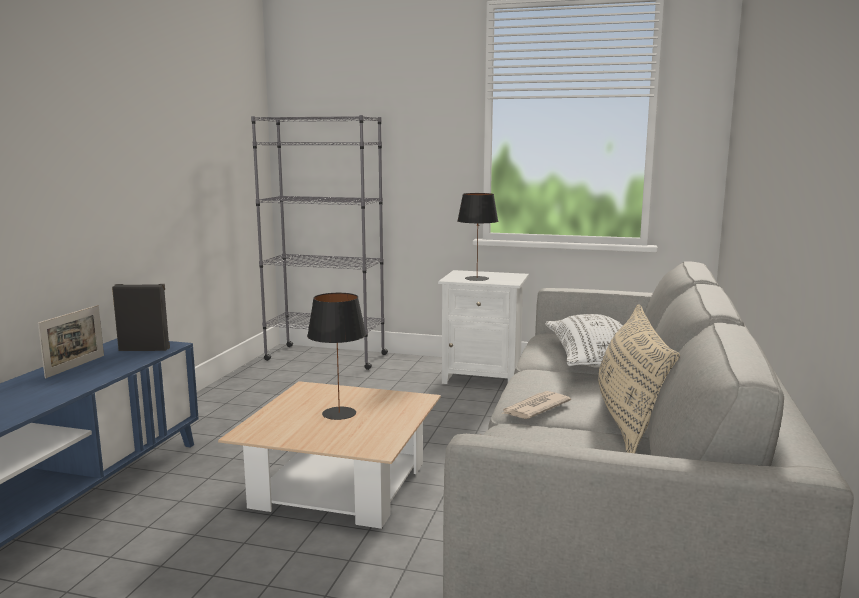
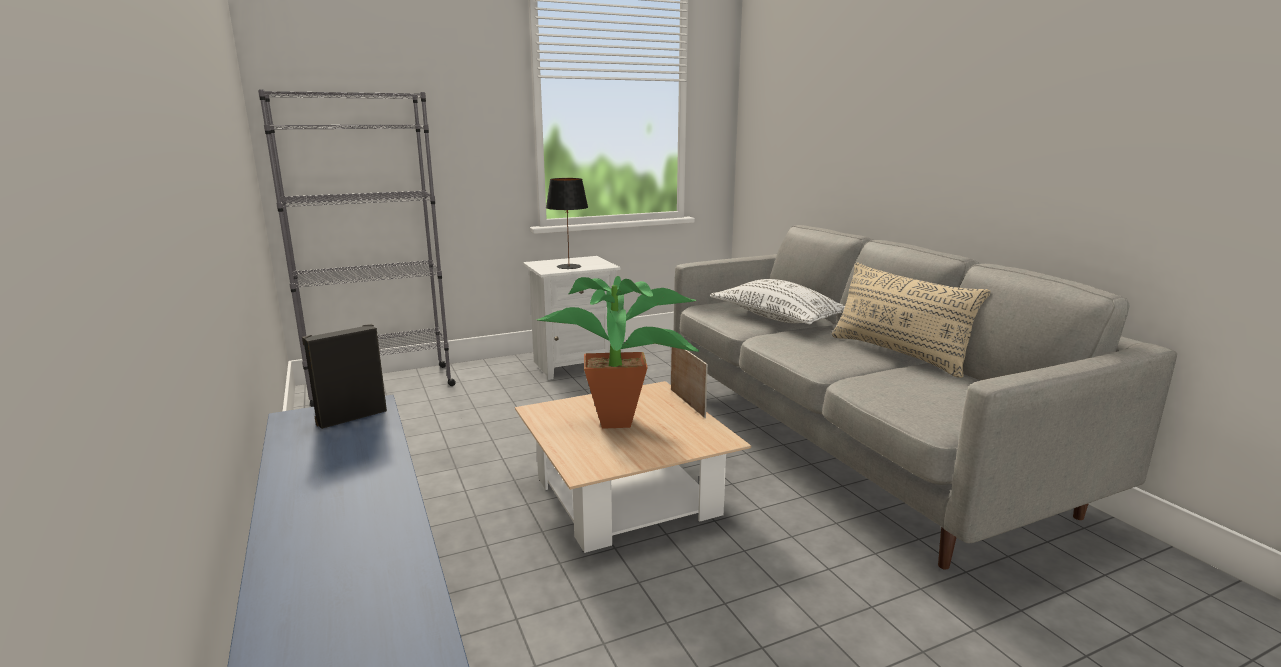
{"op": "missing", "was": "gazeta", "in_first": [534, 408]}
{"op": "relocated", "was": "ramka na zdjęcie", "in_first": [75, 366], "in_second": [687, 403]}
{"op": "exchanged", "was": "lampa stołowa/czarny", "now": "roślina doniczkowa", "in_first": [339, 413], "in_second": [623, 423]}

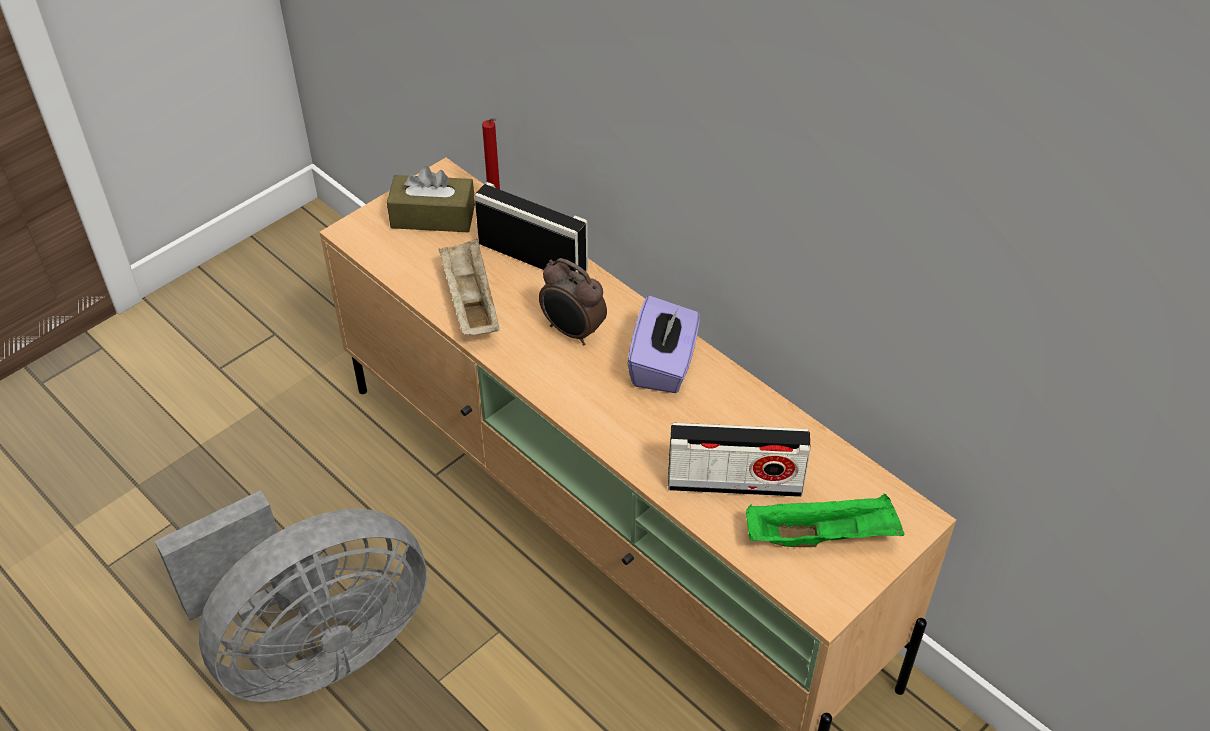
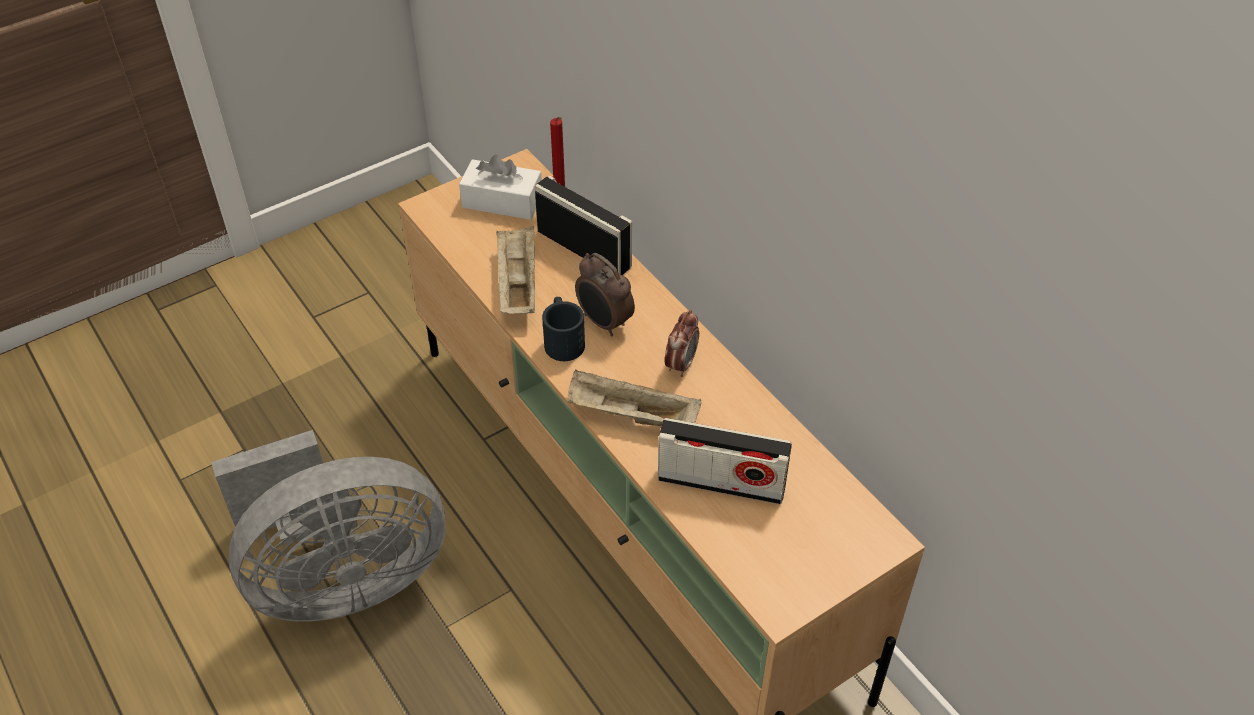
{"op": "missing", "was": "taca/zielony", "in_first": [822, 536]}
{"op": "appeared", "now": "kubek/czarny", "in_second": [563, 339]}
{"op": "appeared", "now": "taca/beżowy", "in_second": [630, 415]}
{"op": "exchanged", "was": "pudełko chusteczek/fioletowy", "now": "budzik", "in_first": [663, 365], "in_second": [681, 364]}
{"op": "colour", "was": "pudełko chusteczek/brązowy", "now": "pudełko chusteczek/biały", "in_first": [433, 216], "in_second": [502, 201]}

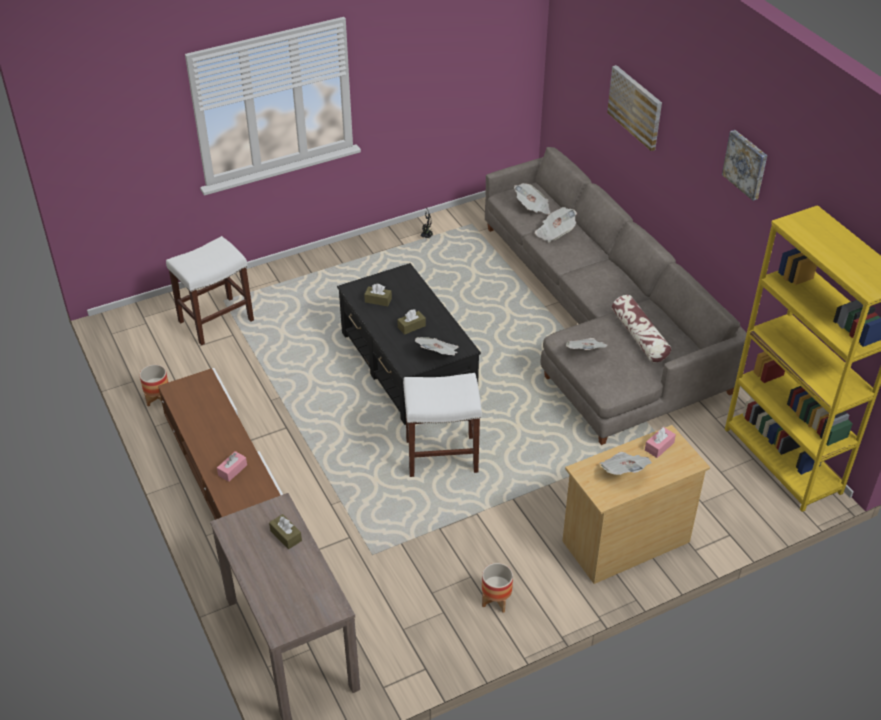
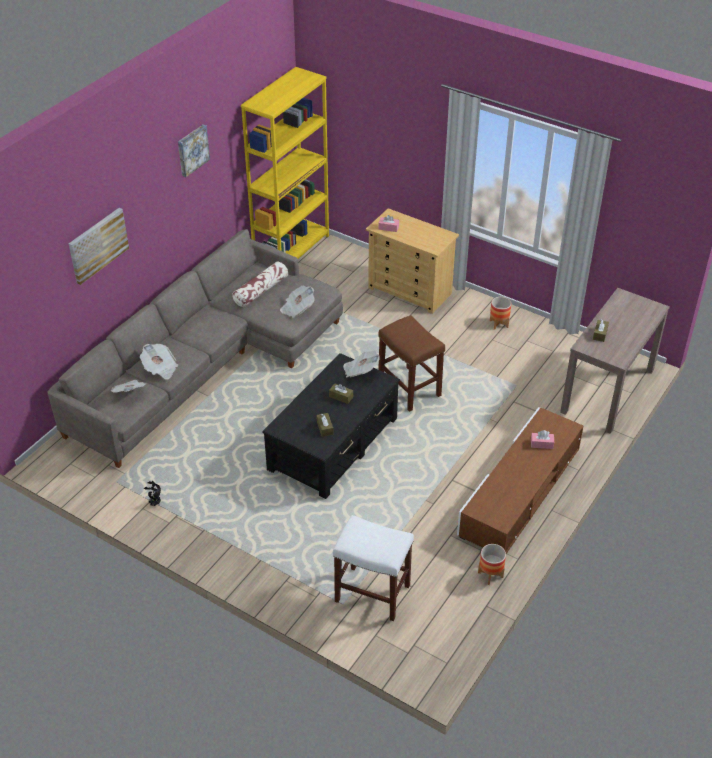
{"op": "missing", "was": "gazeta", "in_first": [623, 472]}
{"op": "colour", "was": "stołek/biały", "now": "stołek/brązowy", "in_first": [440, 456], "in_second": [410, 389]}

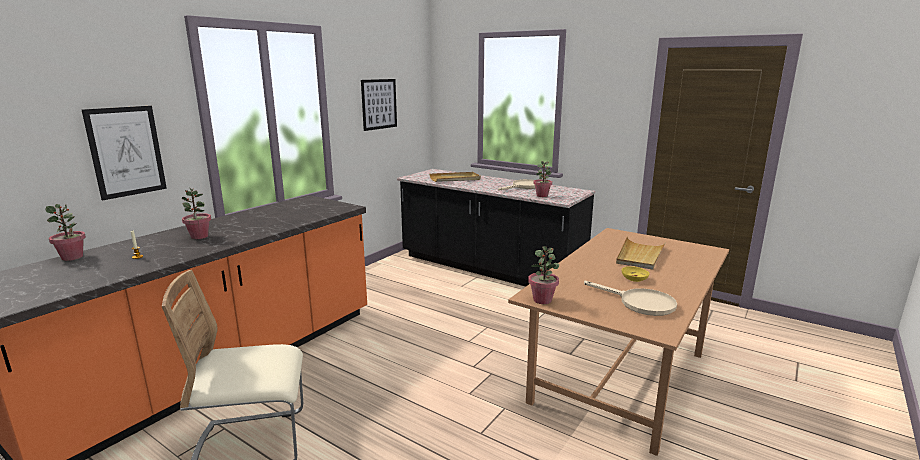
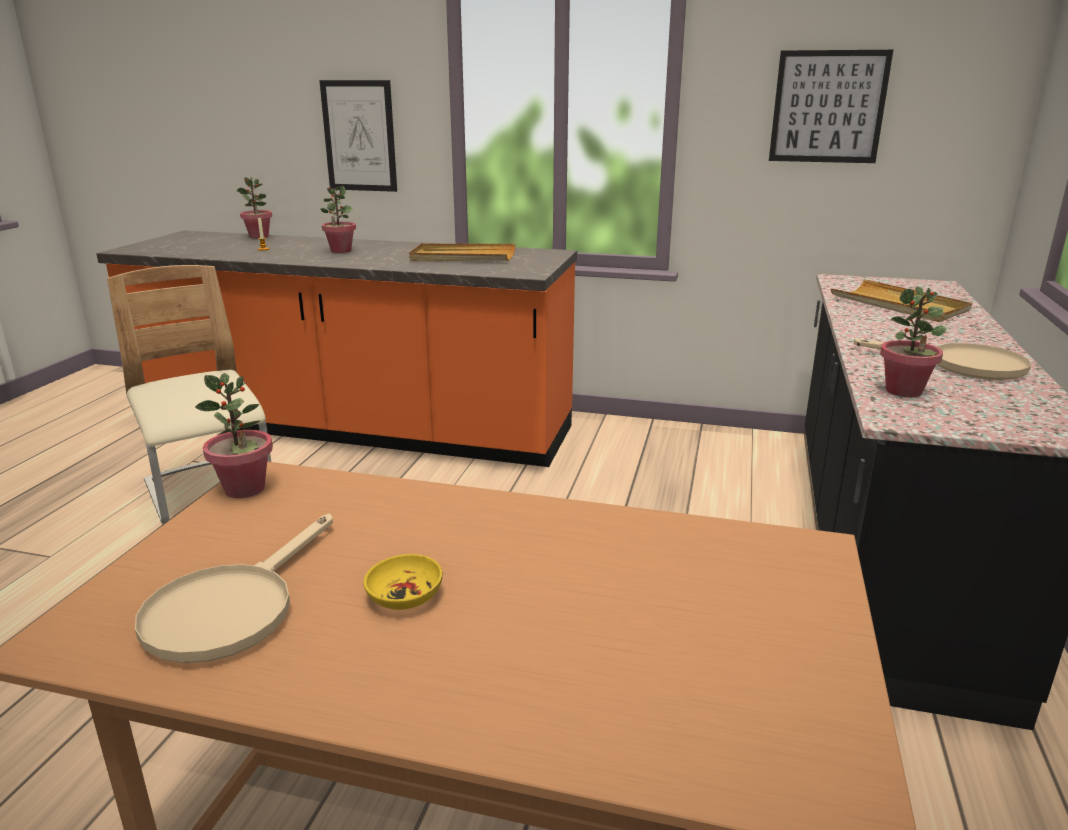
{"op": "relocated", "was": "taca/beżowy", "in_first": [640, 255], "in_second": [462, 257]}

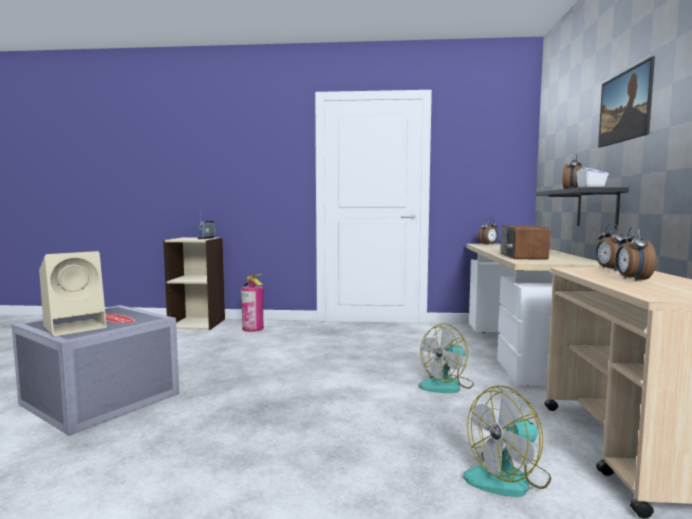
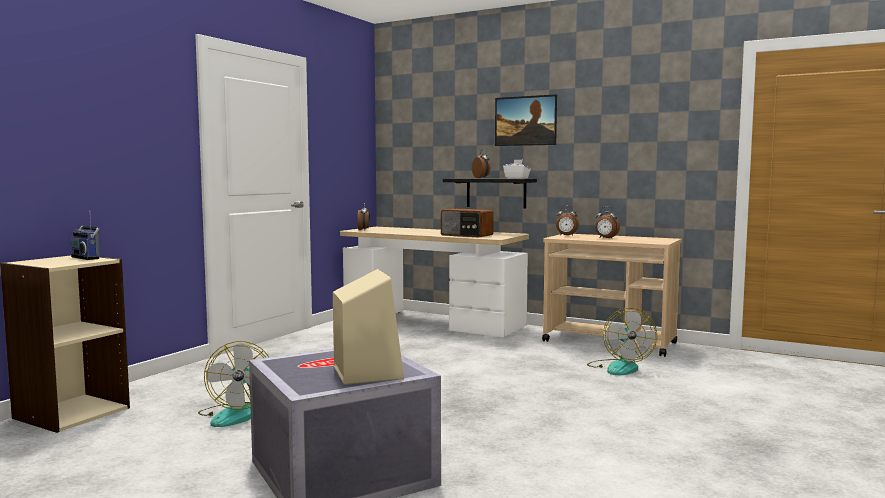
{"op": "missing", "was": "gaśnica", "in_first": [253, 328]}
{"op": "relocated", "was": "wentylator", "in_first": [447, 385], "in_second": [235, 414]}

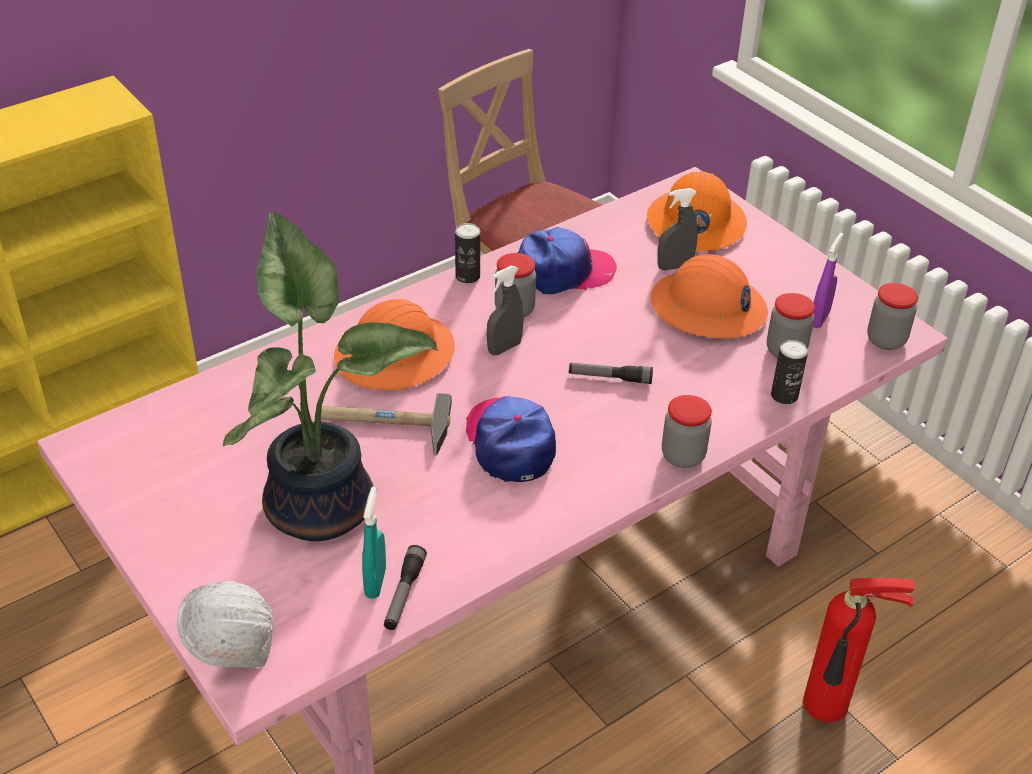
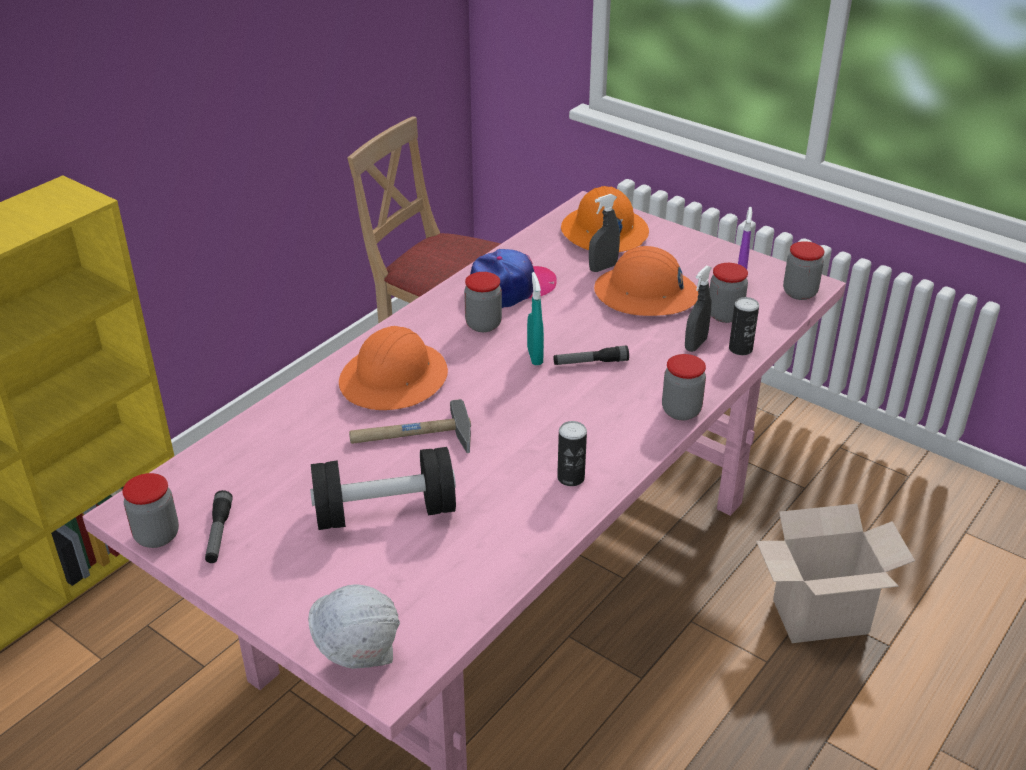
{"op": "missing", "was": "czapka z daszkiem", "in_first": [510, 442]}
{"op": "appeared", "now": "słoik", "in_second": [157, 536]}
{"op": "relocated", "was": "spryskiwacz/turkusowy", "in_first": [375, 582], "in_second": [535, 356]}
{"op": "relocated", "was": "latarka", "in_first": [404, 594], "in_second": [219, 533]}
{"op": "relocated", "was": "puszka", "in_first": [467, 276], "in_second": [571, 477]}
{"op": "relocated", "was": "spryskiwacz/szary", "in_first": [504, 348], "in_second": [695, 345]}
{"op": "exchanged", "was": "roślina doniczkowa", "now": "hantel/czarny", "in_first": [324, 502], "in_second": [385, 512]}
{"op": "exchanged", "was": "gaśnica", "now": "karton", "in_first": [829, 708], "in_second": [818, 619]}

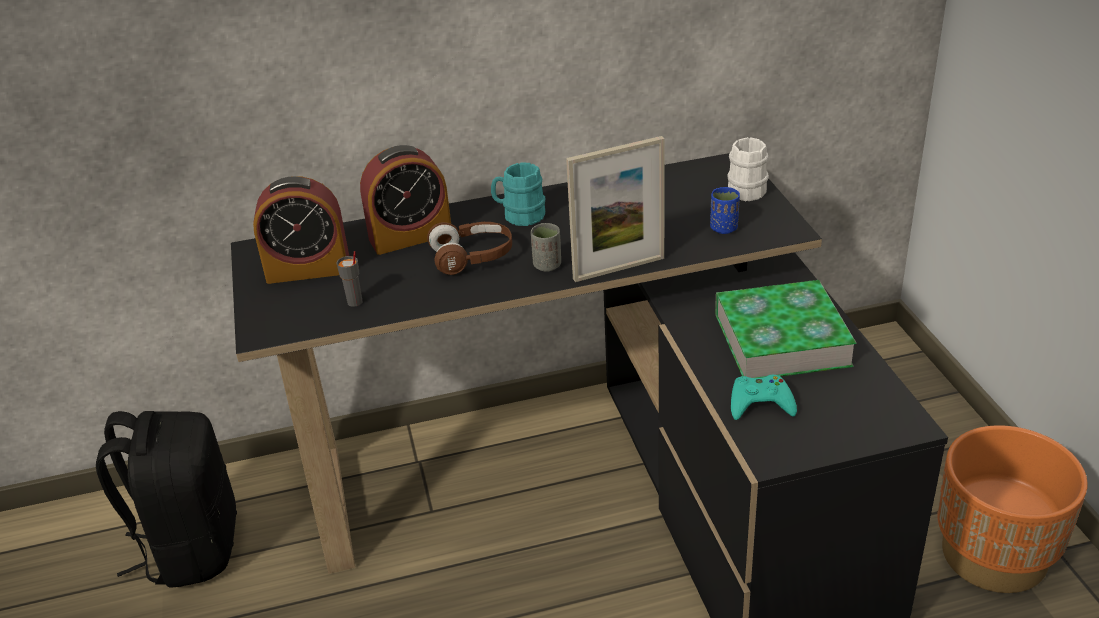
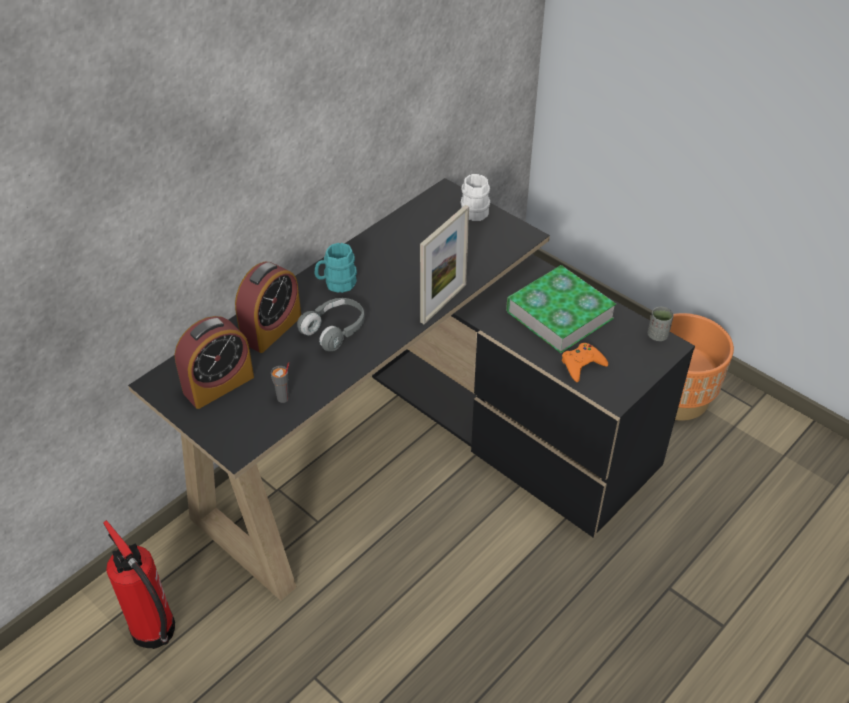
{"op": "missing", "was": "filiżanka/niebieski", "in_first": [724, 228]}
{"op": "relocated", "was": "filiżanka/szary", "in_first": [547, 265], "in_second": [657, 335]}
{"op": "exchanged", "was": "plecak/czarny", "now": "gaśnica", "in_first": [191, 547], "in_second": [155, 633]}
{"op": "colour", "was": "słuchawki/brązowy", "now": "słuchawki/szary", "in_first": [472, 257], "in_second": [335, 330]}
{"op": "colour", "was": "pad do gier/turkusowy", "now": "pad do gier/pomarańczowy", "in_first": [760, 403], "in_second": [582, 365]}

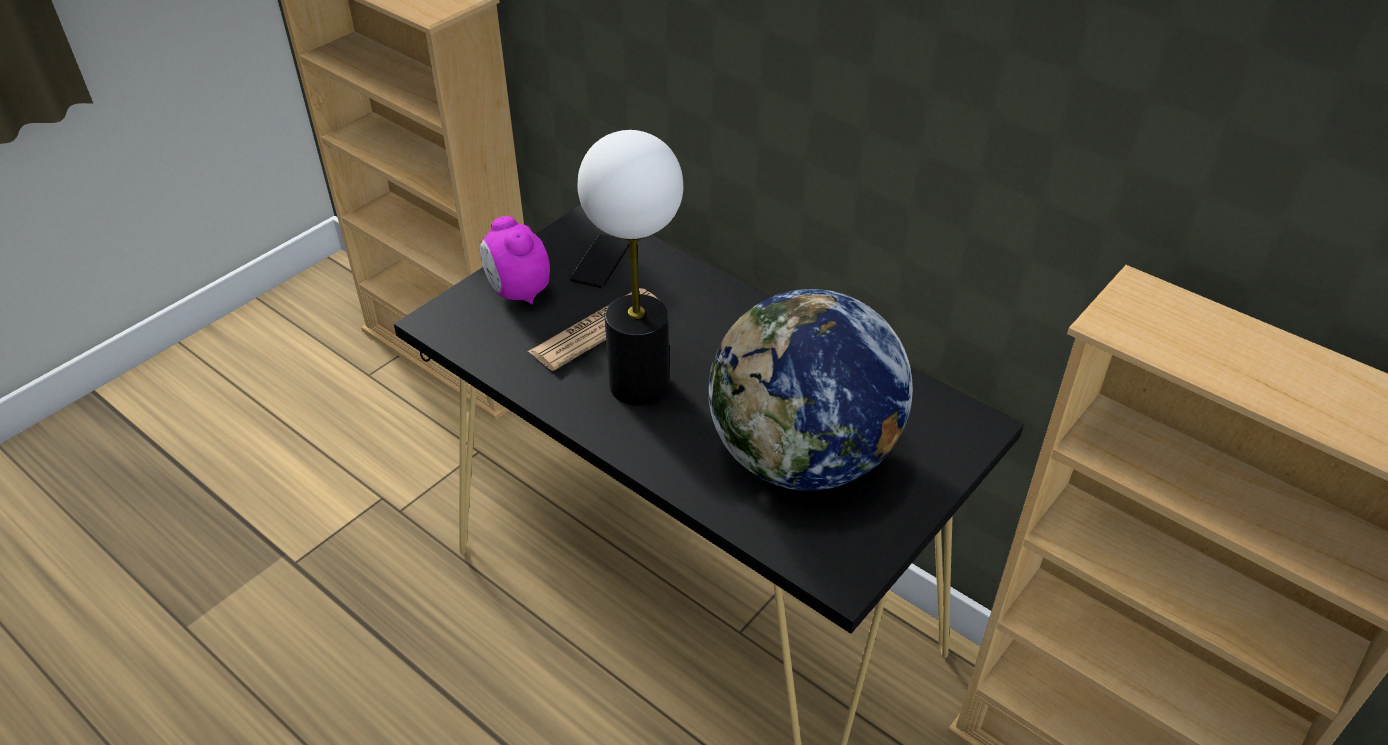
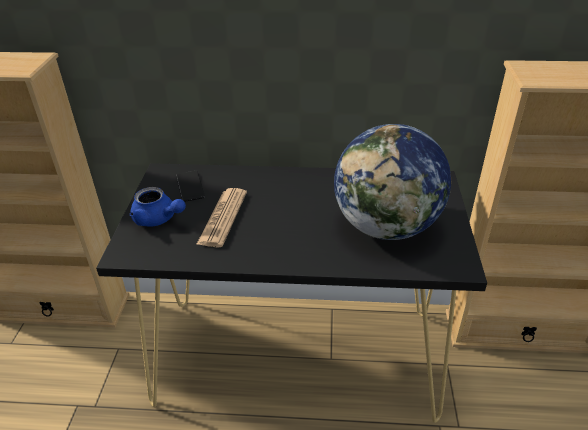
{"op": "missing", "was": "lampa stołowa", "in_first": [639, 384]}
{"op": "exchanged", "was": "budzik", "now": "imbryk/niebieski", "in_first": [518, 292], "in_second": [158, 219]}

